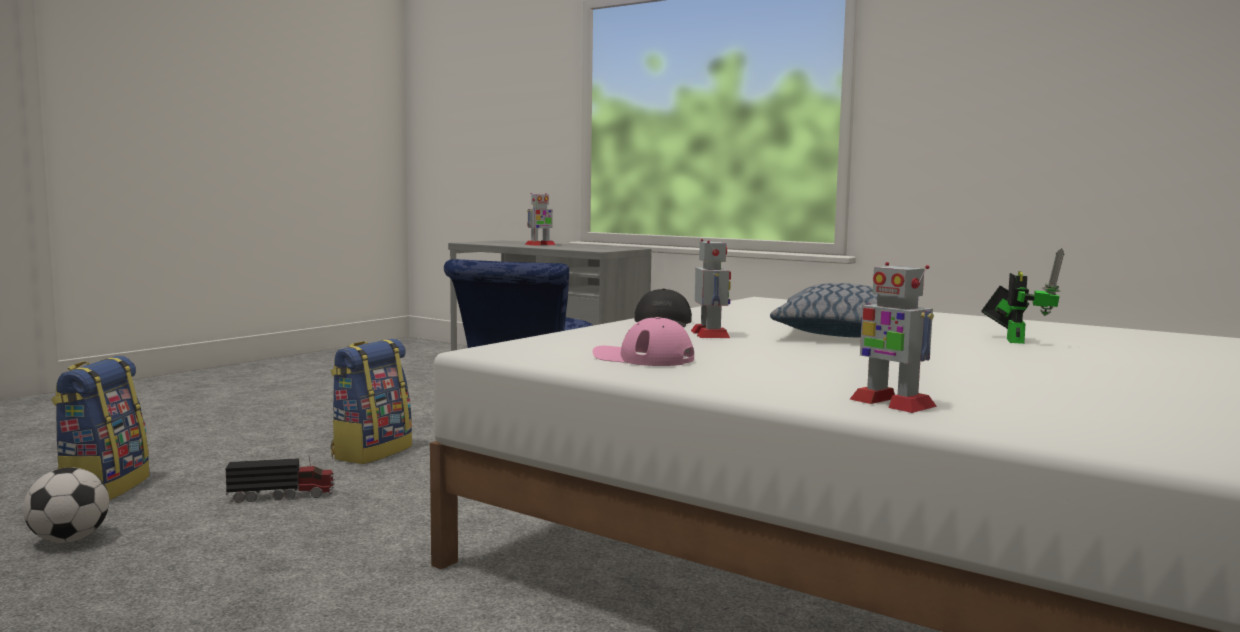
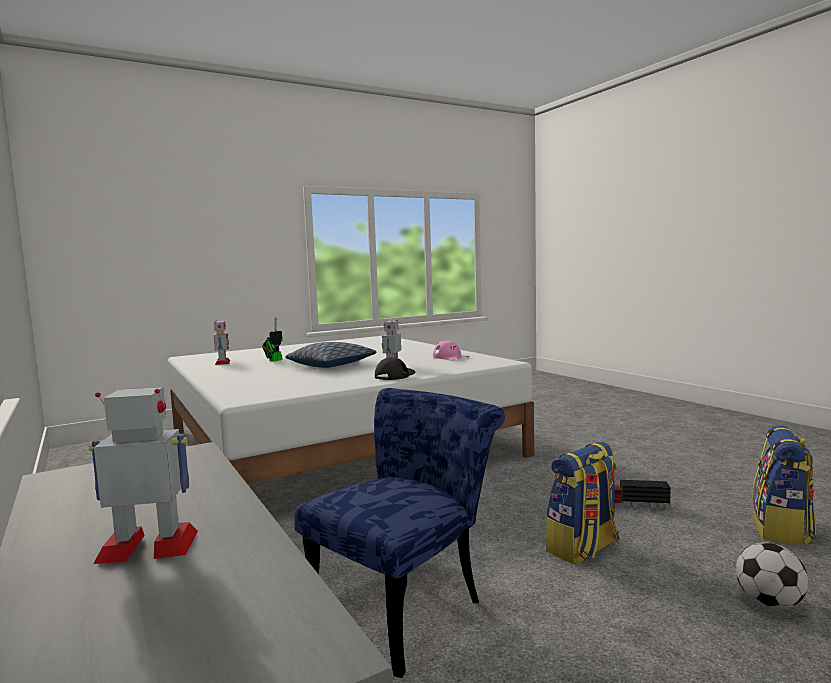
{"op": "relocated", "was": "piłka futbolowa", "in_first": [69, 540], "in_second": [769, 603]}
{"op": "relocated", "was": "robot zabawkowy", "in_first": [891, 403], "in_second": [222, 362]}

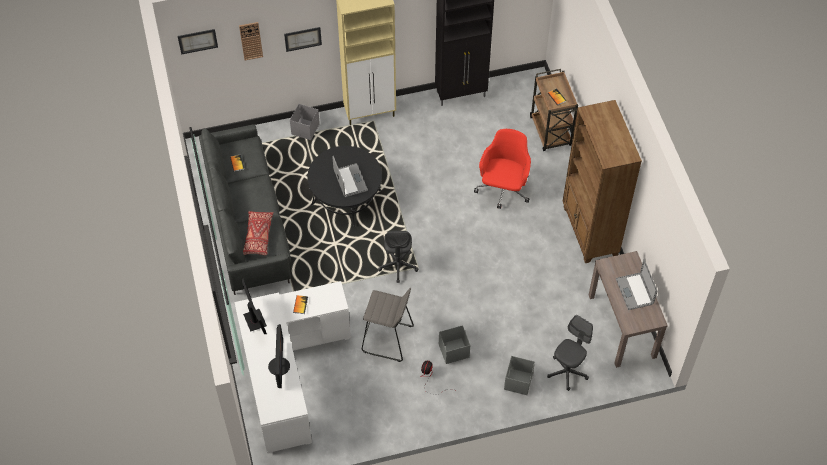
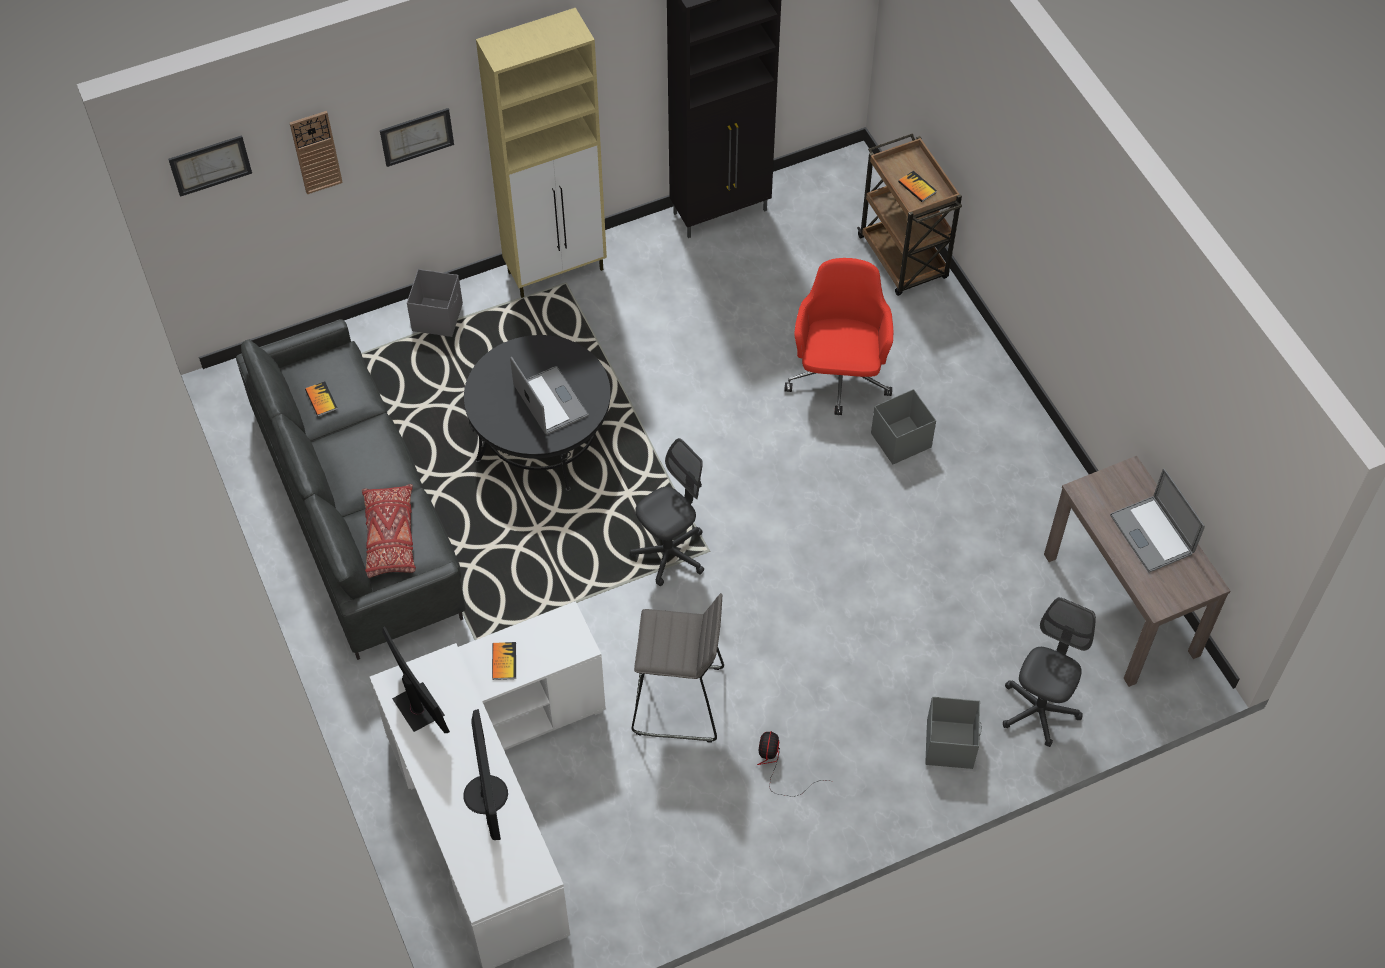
{"op": "missing", "was": "regał/brązowy", "in_first": [589, 232]}
{"op": "relocated", "was": "pojemnik do przechowywania/szary", "in_first": [453, 351], "in_second": [900, 440]}
{"op": "spun", "was": "krzesło biurowe/szary", "in_first": [398, 266], "in_second": [669, 553], "clockwise": -120}

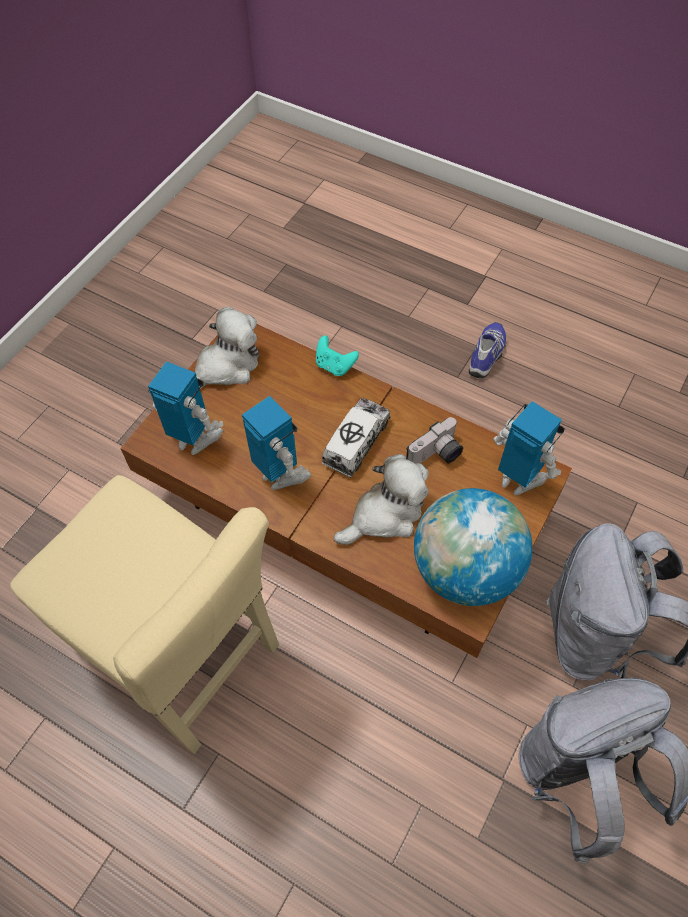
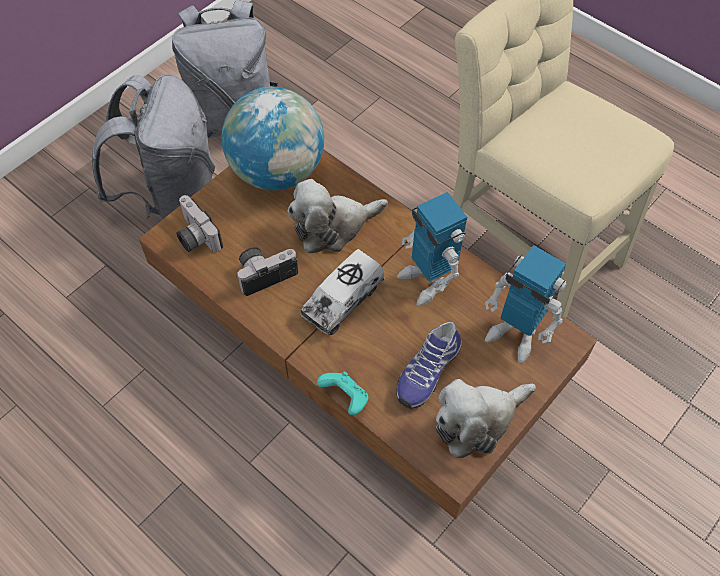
{"op": "relocated", "was": "but", "in_first": [487, 355], "in_second": [426, 371]}
{"op": "exchanged", "was": "robot zabawkowy", "now": "aparat fotograficzny", "in_first": [518, 479], "in_second": [195, 236]}

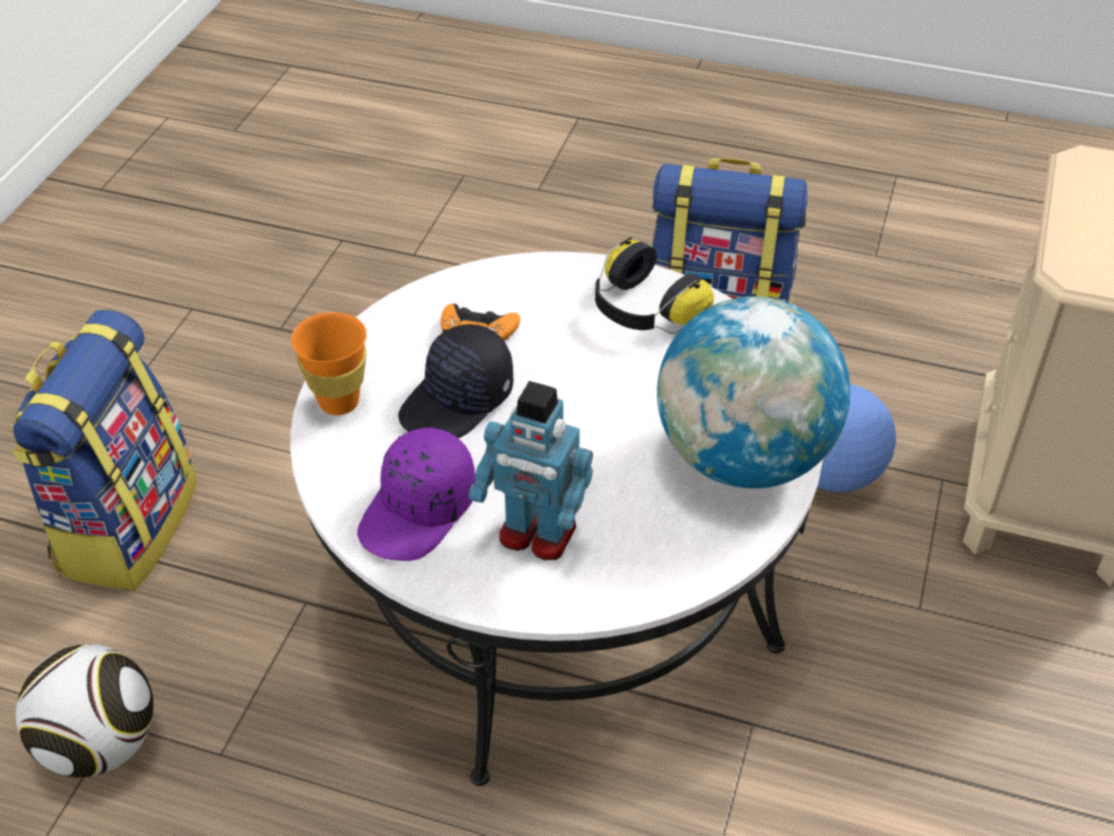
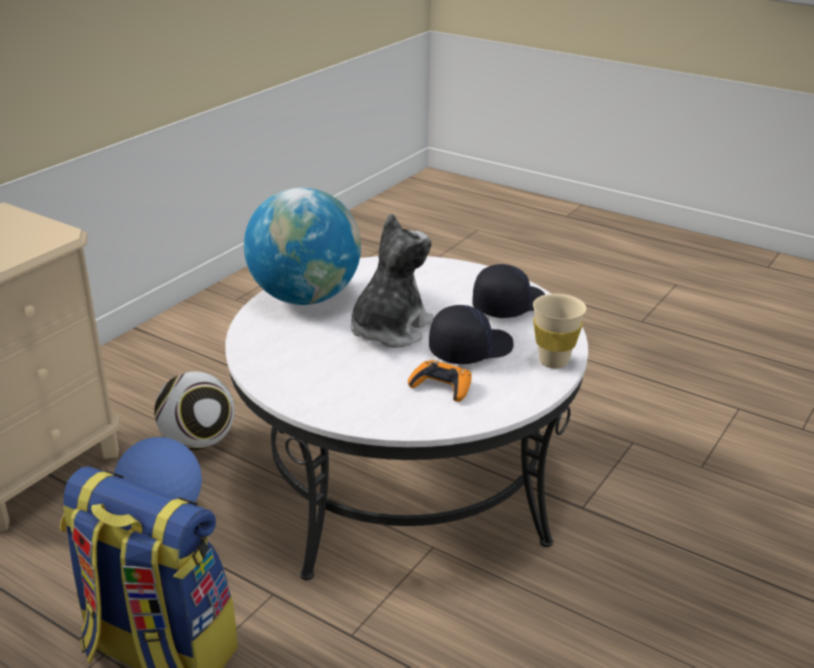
{"op": "missing", "was": "plecak", "in_first": [126, 525]}
{"op": "missing", "was": "robot zabawkowy", "in_first": [536, 534]}
{"op": "missing", "was": "słuchawki", "in_first": [643, 310]}
{"op": "appeared", "now": "pluszak", "in_second": [389, 329]}
{"op": "relocated", "was": "piłka futbolowa", "in_first": [99, 745], "in_second": [199, 442]}
{"op": "colour", "was": "filiżanka/pomarańczowy", "now": "filiżanka/beżowy", "in_first": [339, 402], "in_second": [553, 361]}
{"op": "colour", "was": "czapka z daszkiem/fioletowy", "now": "czapka z daszkiem/czarny", "in_first": [419, 511], "in_second": [508, 305]}

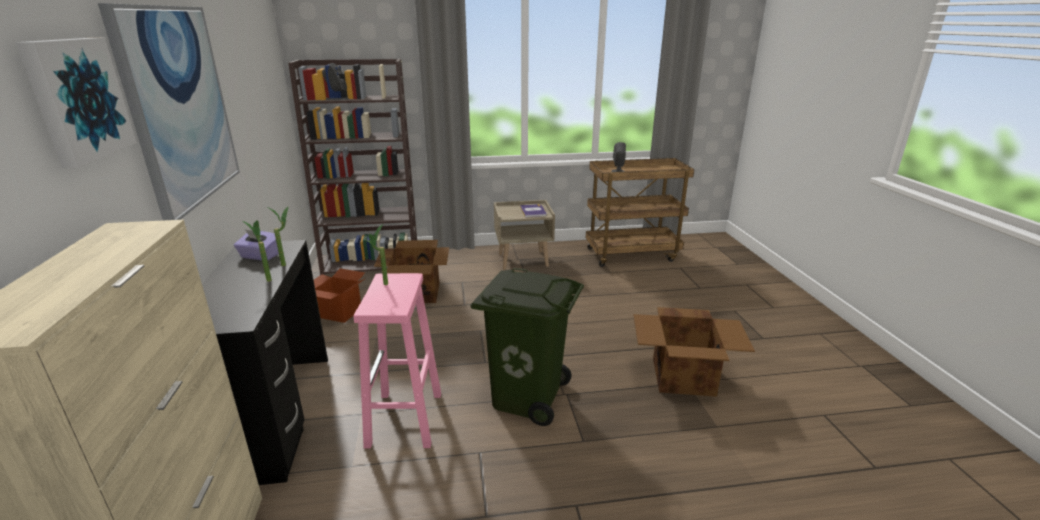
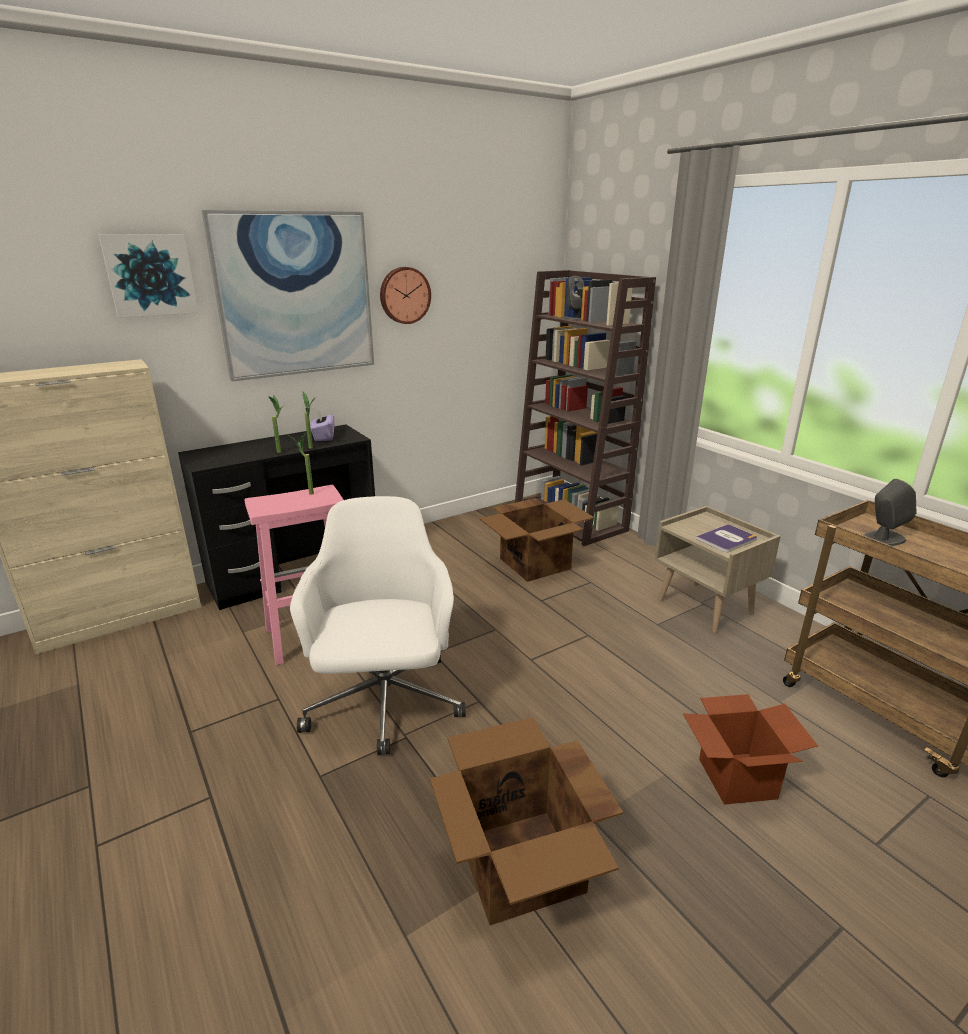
{"op": "appeared", "now": "zegar ścienny", "in_second": [404, 295]}
{"op": "relocated", "was": "karton", "in_first": [340, 313], "in_second": [737, 778]}
{"op": "exchanged", "was": "kosz na śmieci/zielony", "now": "krzesło biurowe/biały", "in_first": [526, 396], "in_second": [385, 704]}

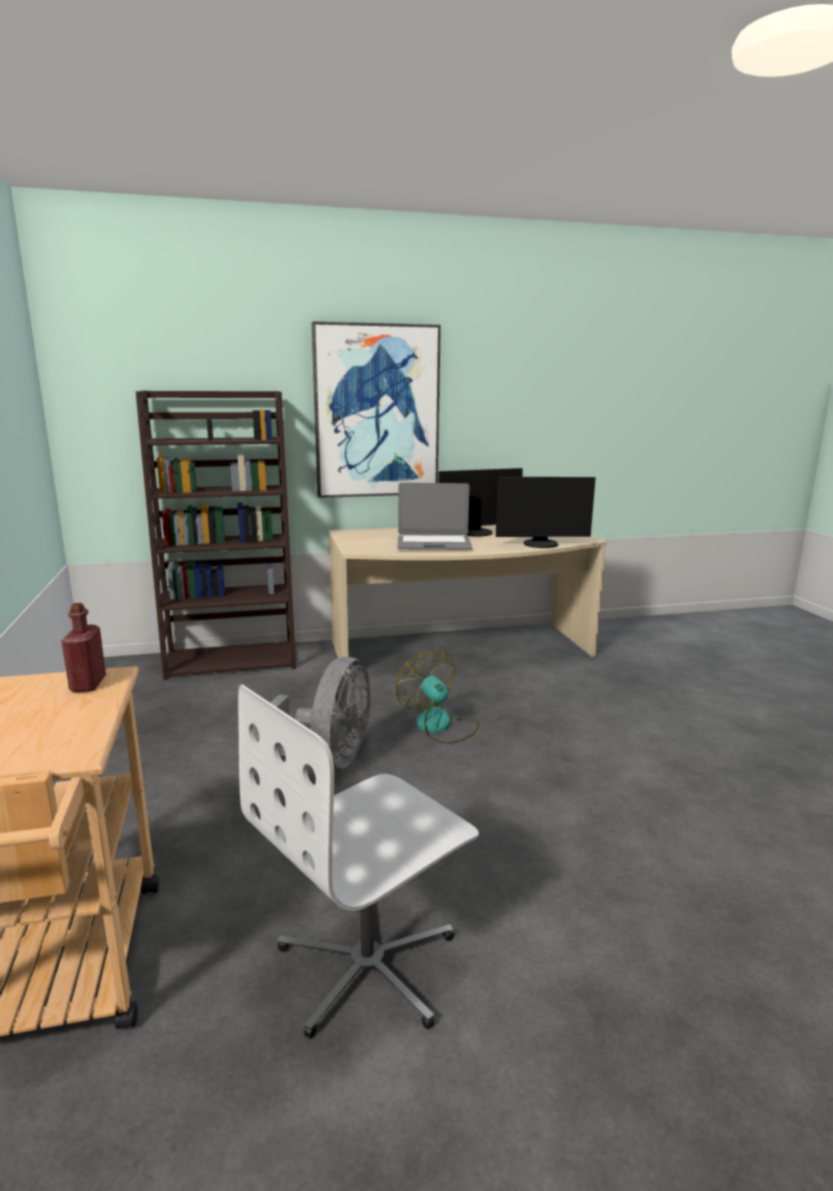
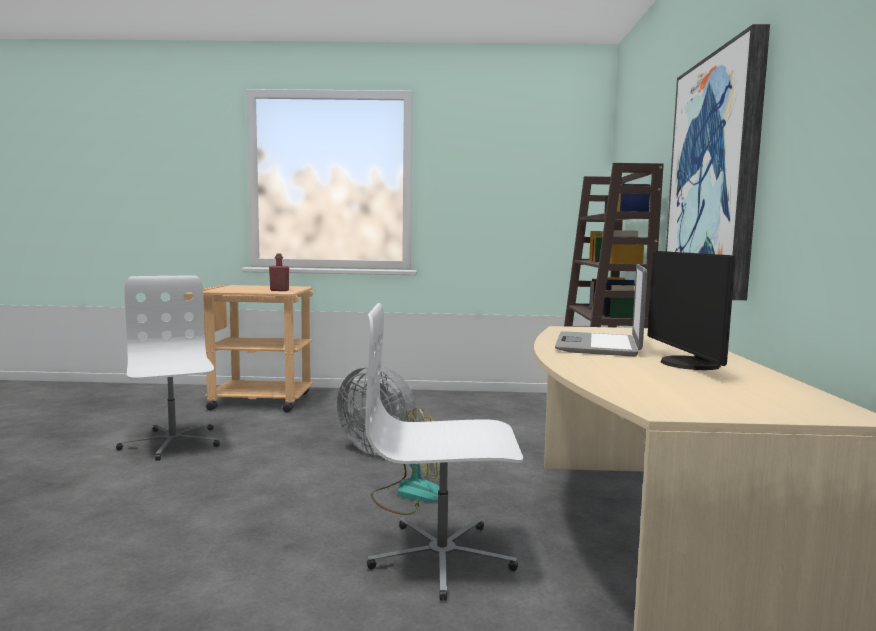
{"op": "missing", "was": "monitor", "in_first": [541, 544]}
{"op": "appeared", "now": "krzesło biurowe/biały", "in_second": [442, 557]}

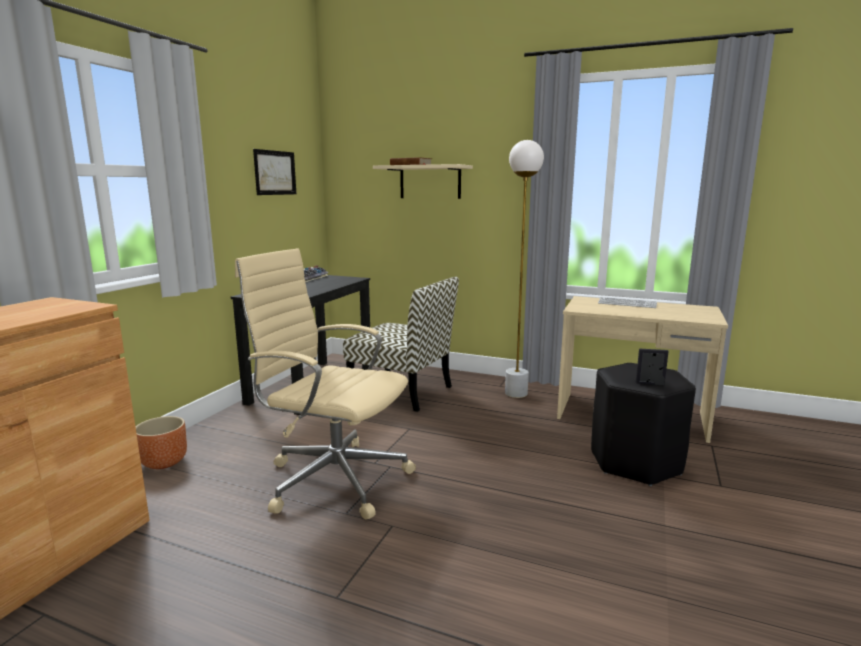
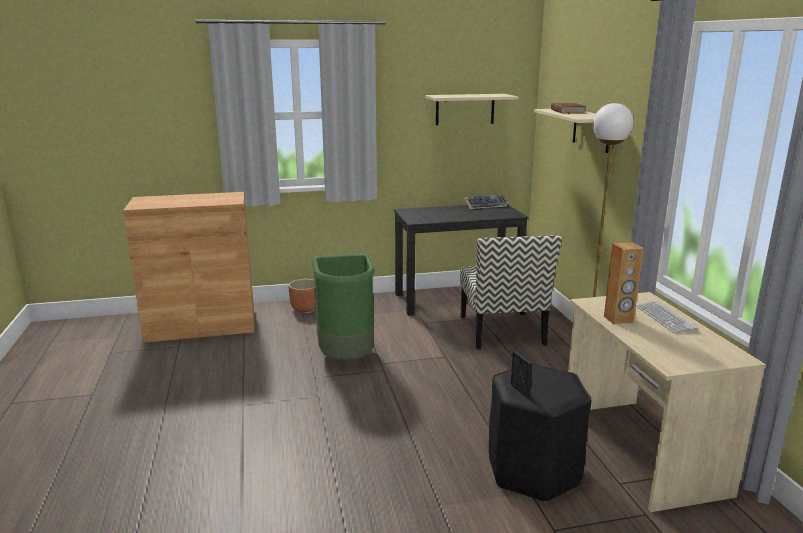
{"op": "appeared", "now": "głośnik/brązowy", "in_second": [618, 319]}
{"op": "exchanged", "was": "krzesło biurowe/beżowy", "now": "kosz na śmieci/zielony", "in_first": [333, 478], "in_second": [346, 358]}
{"op": "exchanged", "was": "obraz", "now": "półka/beżowy", "in_first": [275, 172], "in_second": [465, 109]}

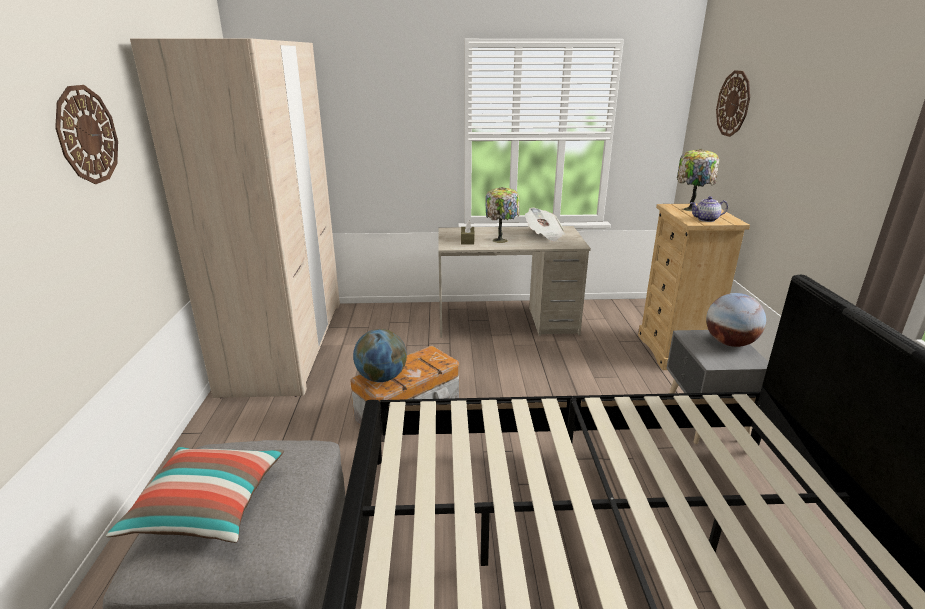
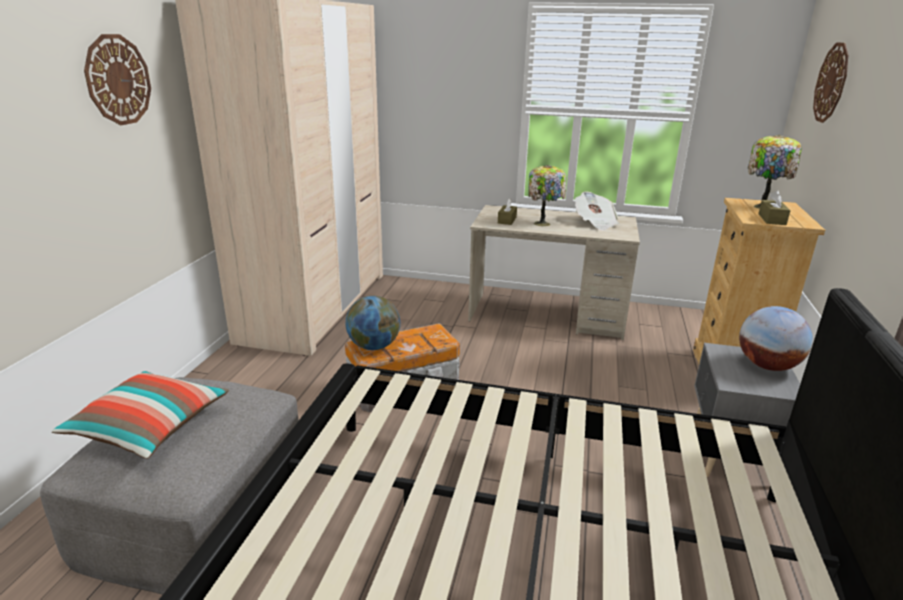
{"op": "exchanged", "was": "imbryk", "now": "pudełko chusteczek/brązowy", "in_first": [706, 220], "in_second": [772, 219]}

